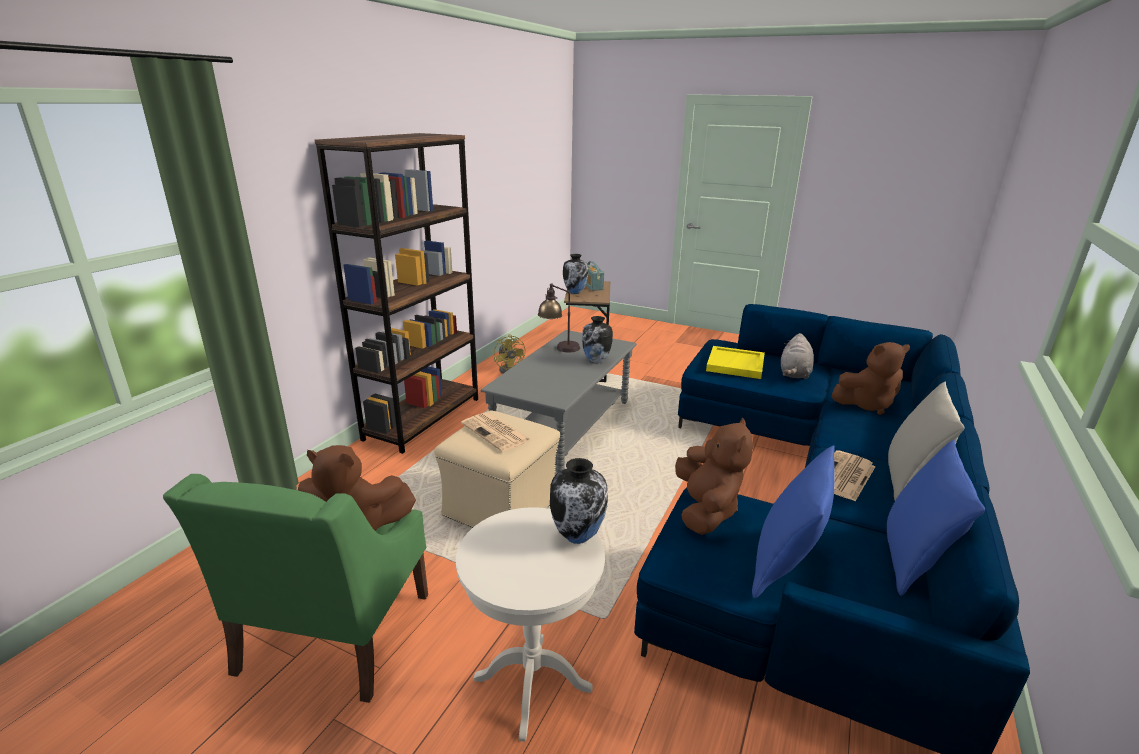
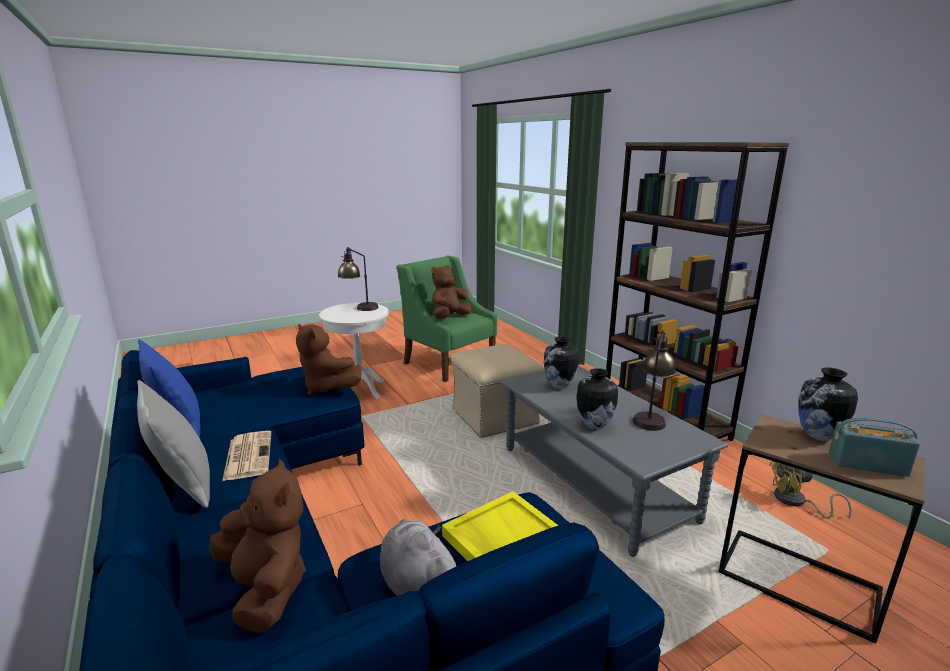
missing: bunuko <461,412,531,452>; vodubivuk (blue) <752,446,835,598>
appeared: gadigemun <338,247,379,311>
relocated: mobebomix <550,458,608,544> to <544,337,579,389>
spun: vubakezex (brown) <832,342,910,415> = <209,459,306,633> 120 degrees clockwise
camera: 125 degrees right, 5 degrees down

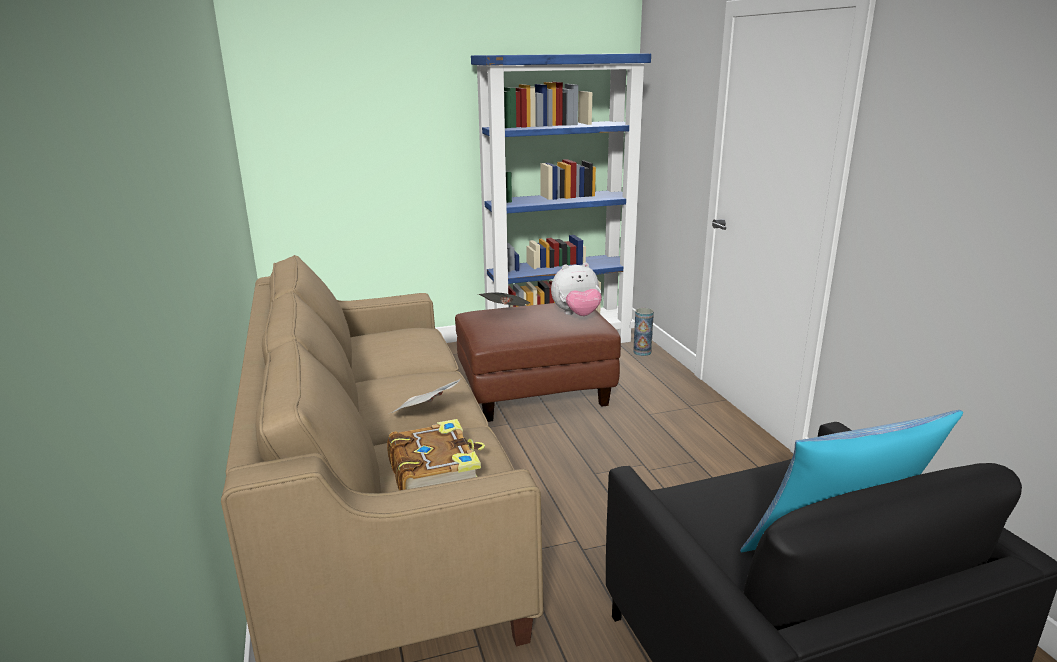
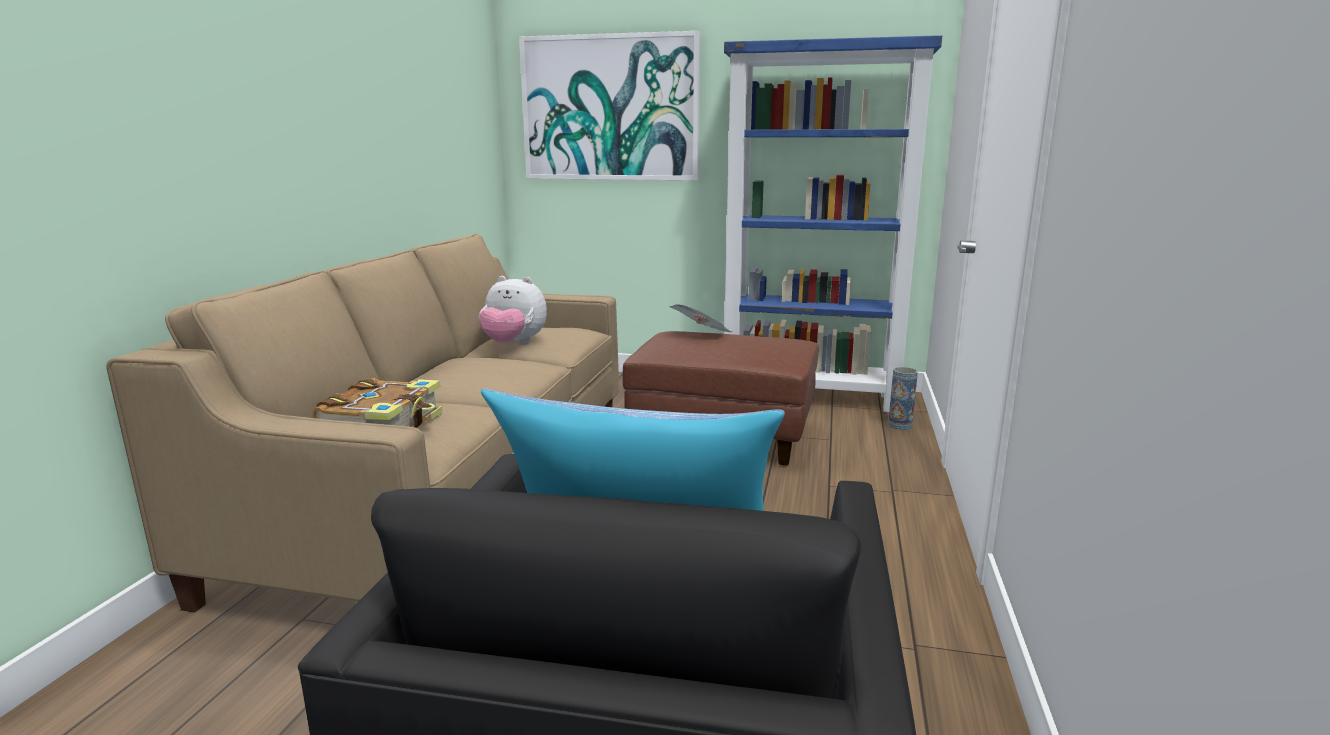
missing: bunuko <388,378,462,414>
appeared: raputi <519,31,700,180>
relocated: vubakezex <551,262,602,316> to <478,276,547,344>
camera: 30 degrees right, 5 degrees down

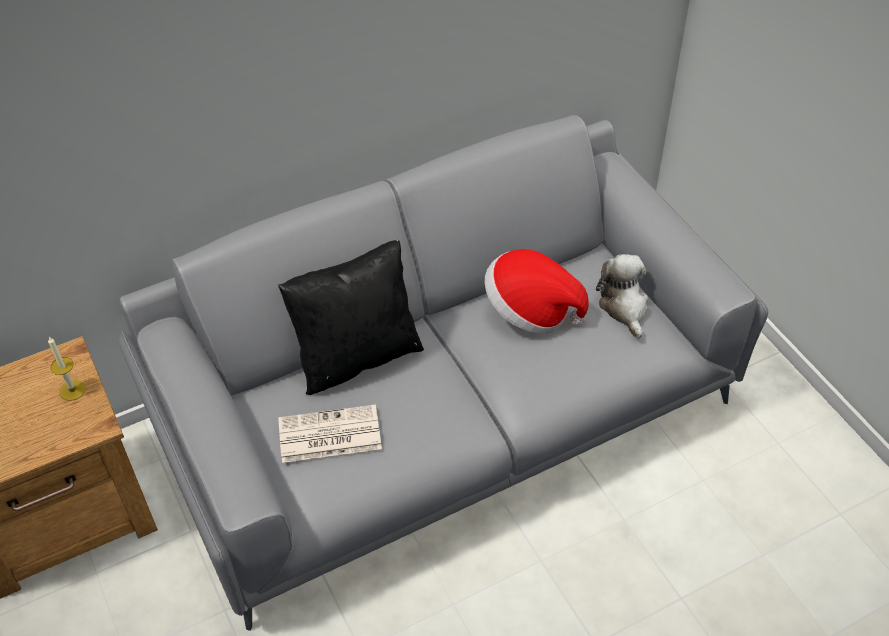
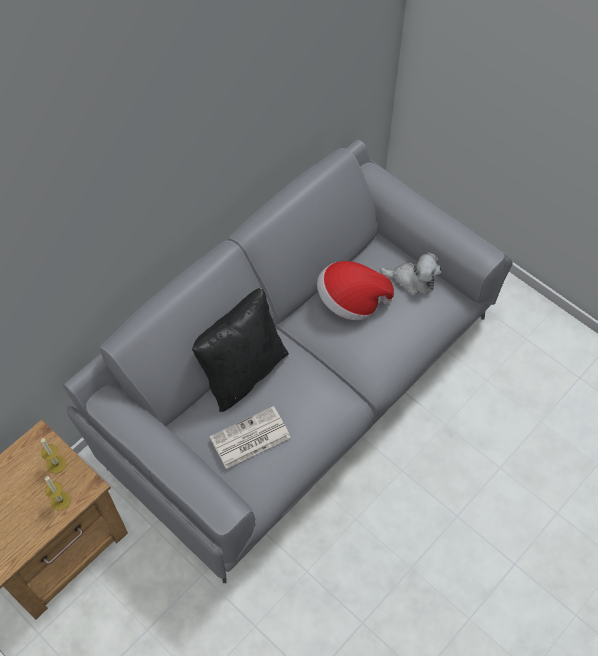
appeared: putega <45,476,71,511>
spun: vubakezex <596,254,648,339> = <380,252,441,296> 135 degrees clockwise
camera: 20 degrees left, 10 degrees up

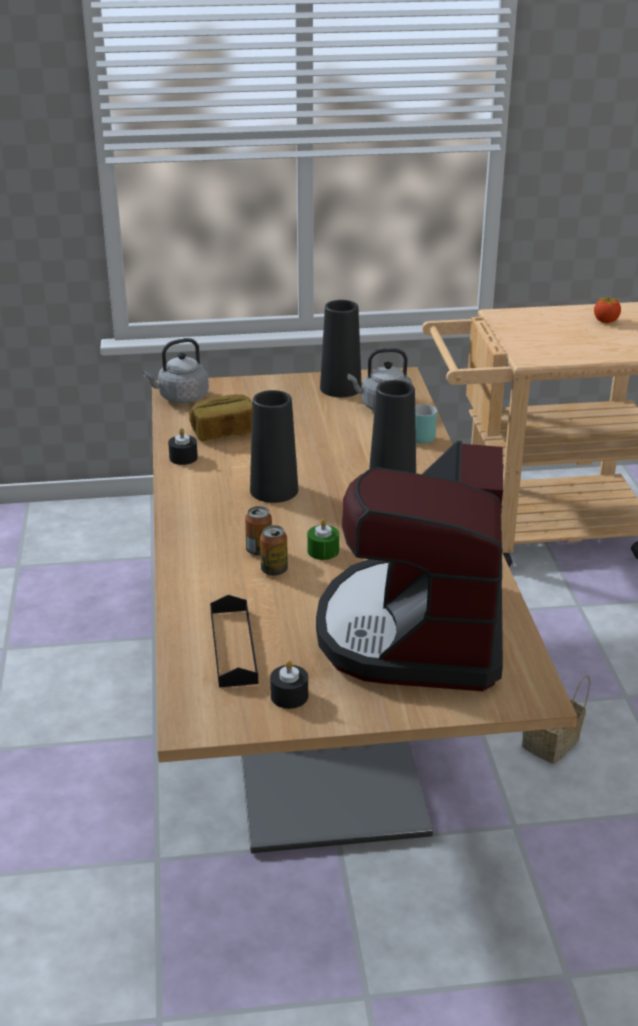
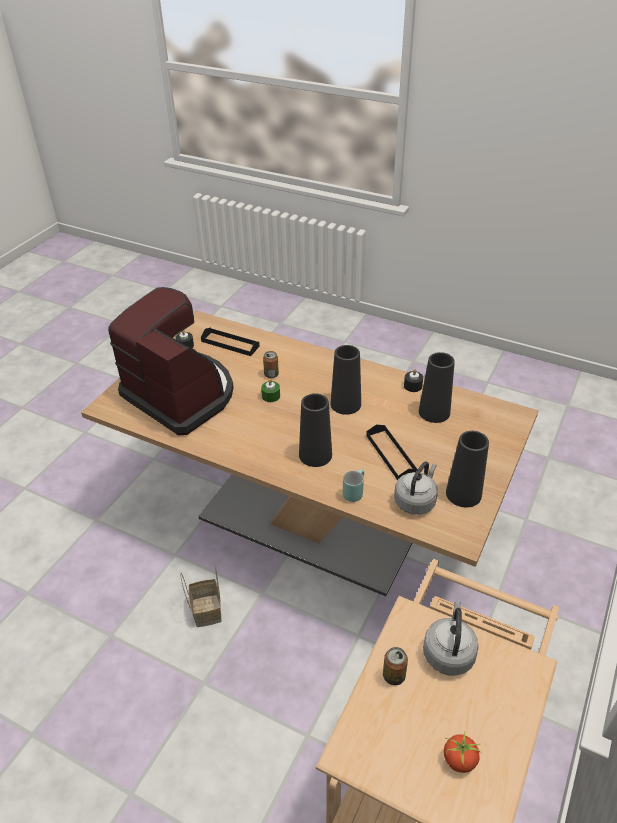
appeared: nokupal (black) <366,425,418,480>
relocated: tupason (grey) <143,338,209,403> to <423,601,479,676>; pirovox <245,506,272,556> to <383,647,408,685>
exchanged: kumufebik <189,395,253,441> to mobebomix (black) <419,352,455,423>
camera: 125 degrees right, 10 degrees up

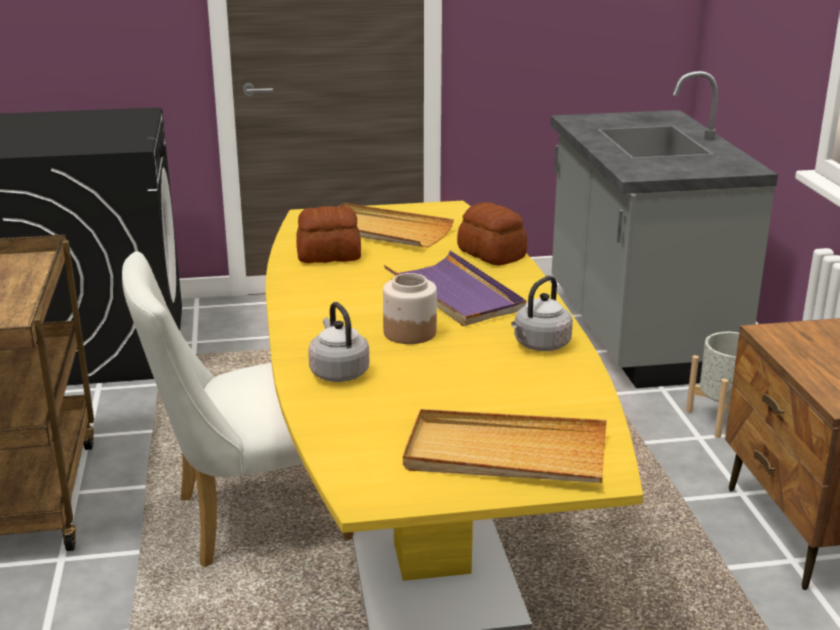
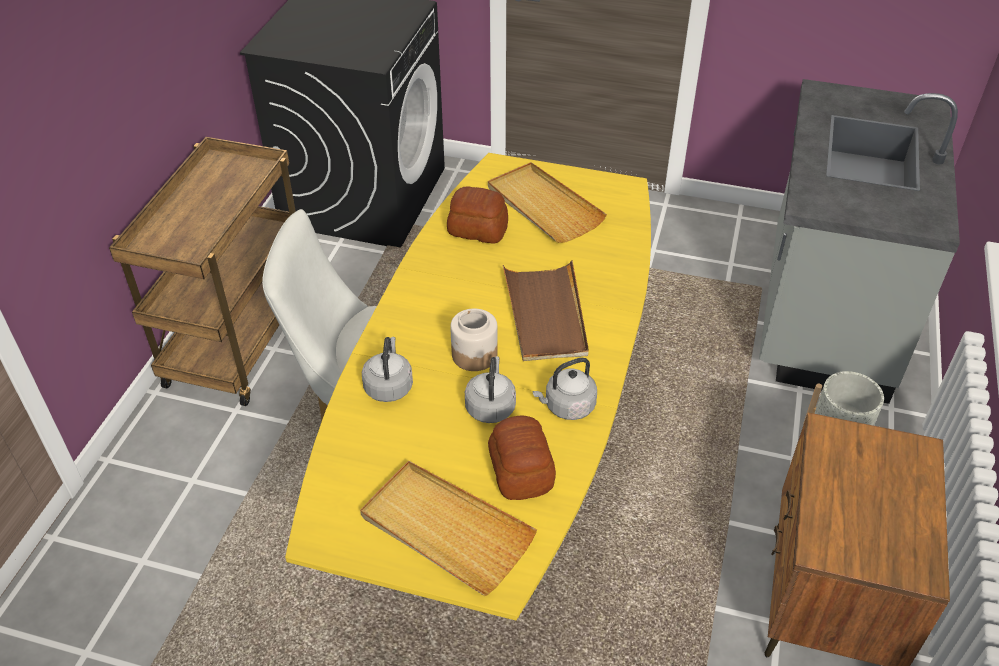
appeared: tupason (grey) <465,356,516,423>
relocated: kumufebik <457,202,527,265> to <488,416,556,500>
colour: nokupal (purple) <384,250,527,326> to nokupal (brown) <503,260,589,361>
camera: 25 degrees right, 20 degrees up

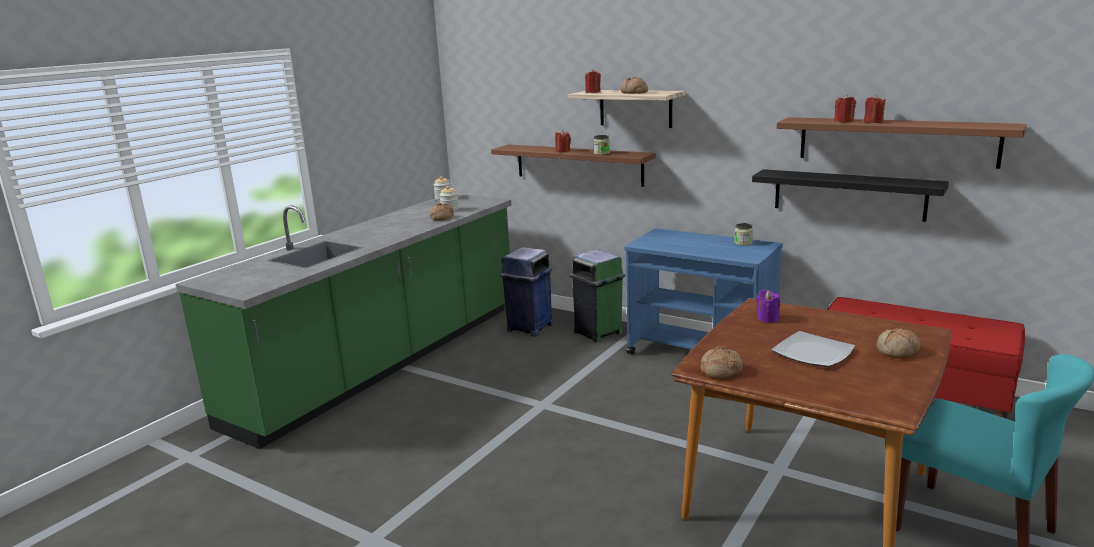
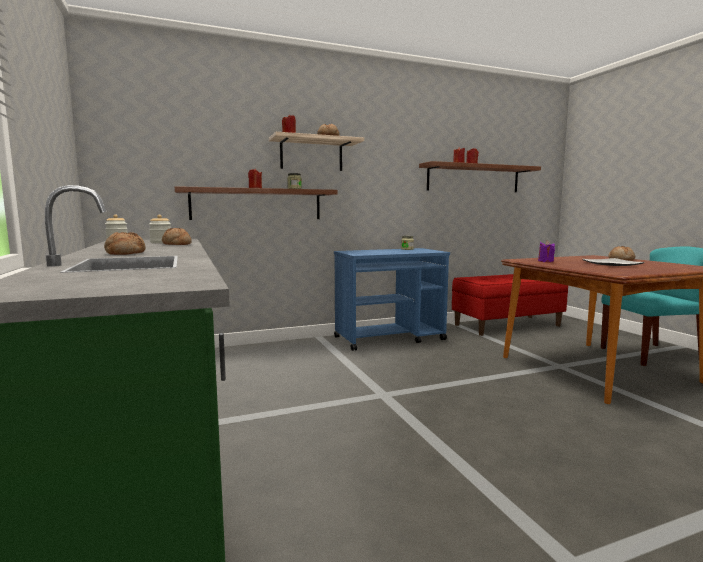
missing: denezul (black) <752,169,949,222>; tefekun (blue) <500,247,553,337>; tefekun (green) <570,249,625,342>
relocated: kumufebik <701,346,743,378> to <104,232,146,255>
camera: 55 degrees left, 10 degrees down

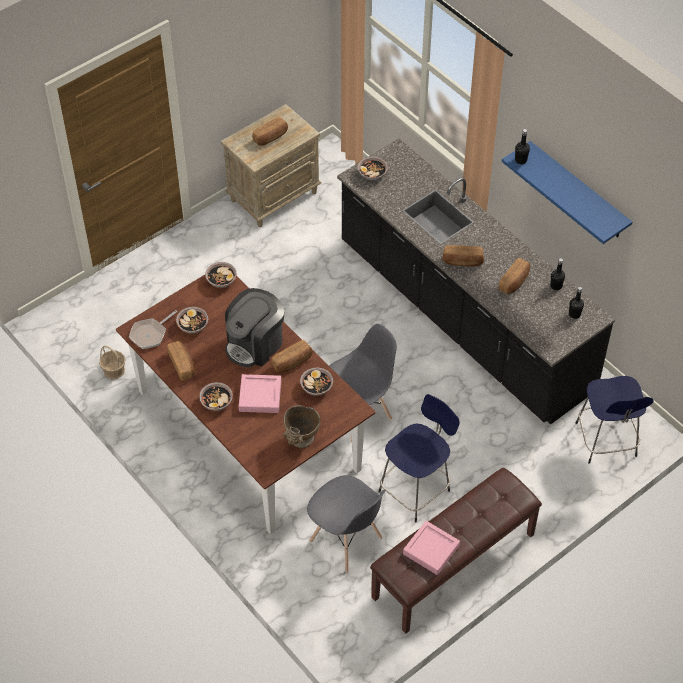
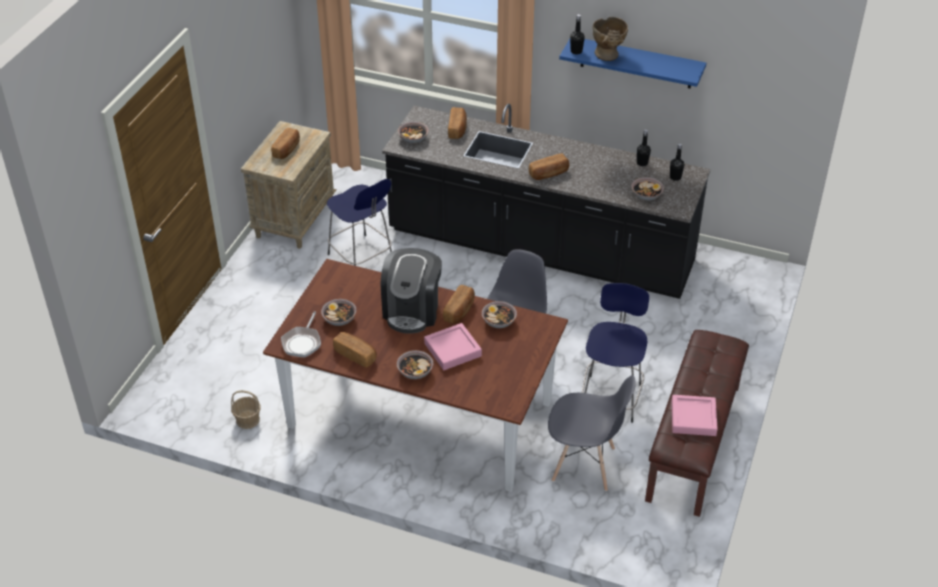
relocated: kumufebik <499,258,530,294> to <448,107,467,139>; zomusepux <205,262,237,288> to <632,177,664,201>; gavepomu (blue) <576,376,654,464> to <327,179,392,266>; mobebomix (beige) <282,405,321,448> to <593,17,628,61>
camera: 30 degrees left, 10 degrees down

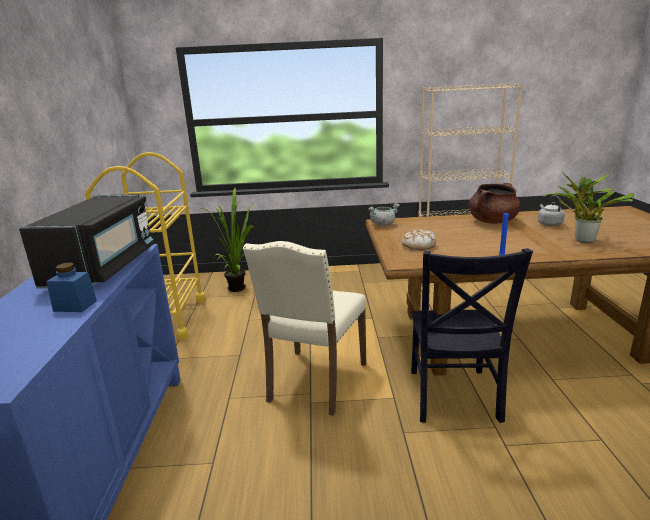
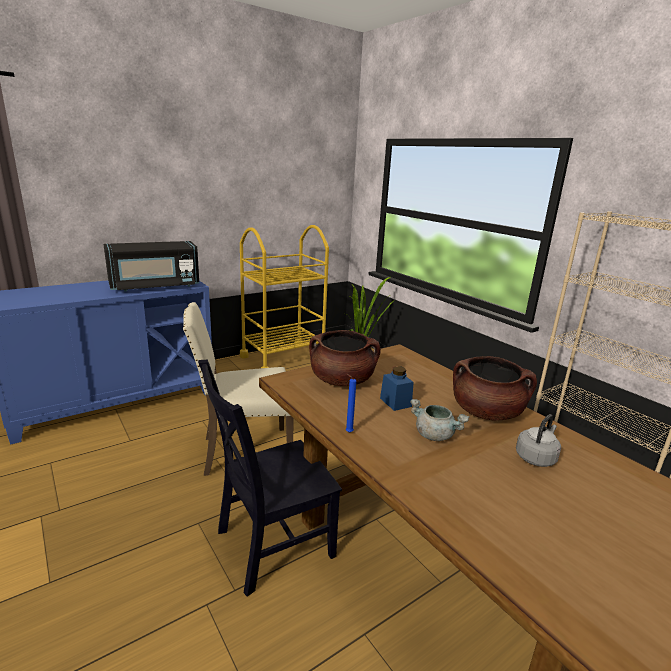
missing: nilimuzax <543,171,634,243>
relocated: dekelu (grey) <368,203,399,226> to <410,399,469,441>; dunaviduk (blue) <46,262,97,312> to <380,366,414,411>
exchanged: kumufebik <402,229,436,250> to dekelu (brown) <309,330,381,386>
camera: 55 degrees right, 0 degrees up

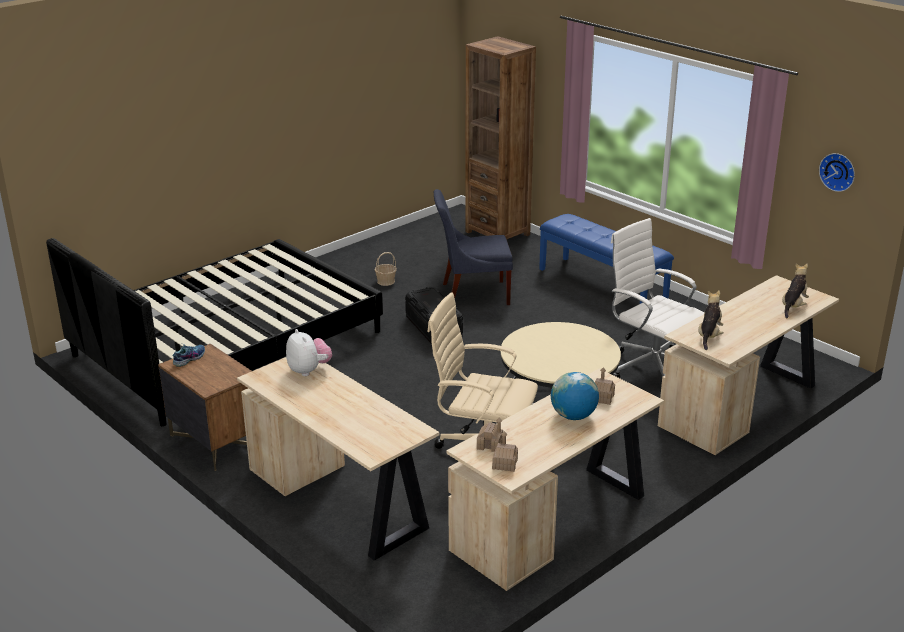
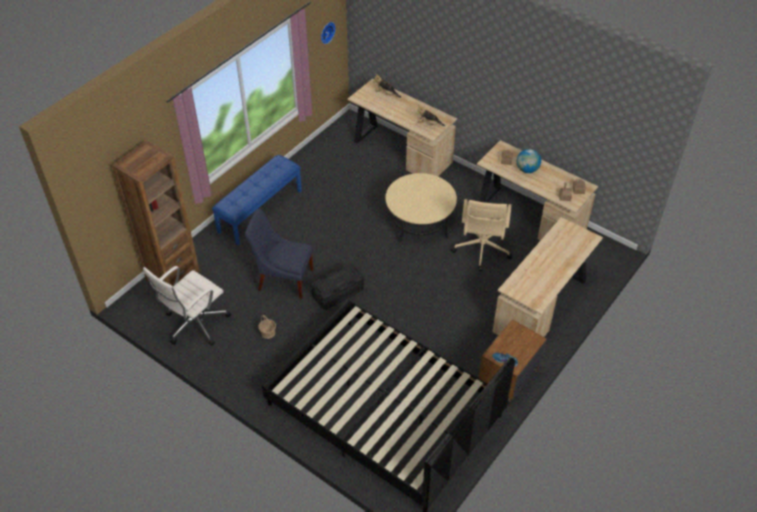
missing: vubakezex <286,329,332,376>
relocated: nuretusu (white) <611,218,704,378> to <143,266,231,345>
spun: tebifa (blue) <434,189,513,305> = <245,208,314,299> 120 degrees clockwise
camera: 100 degrees left, 20 degrees up

